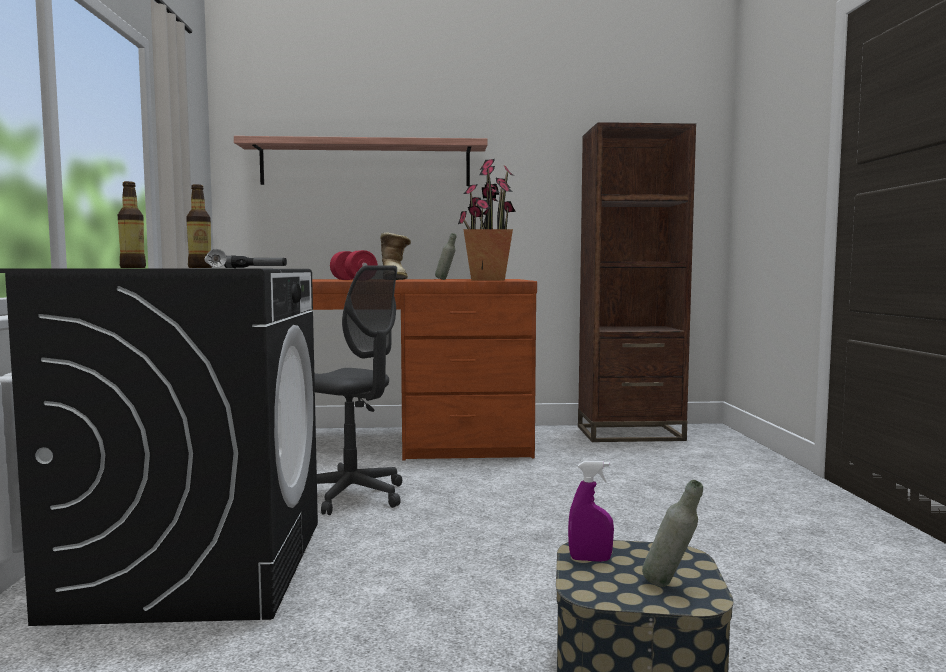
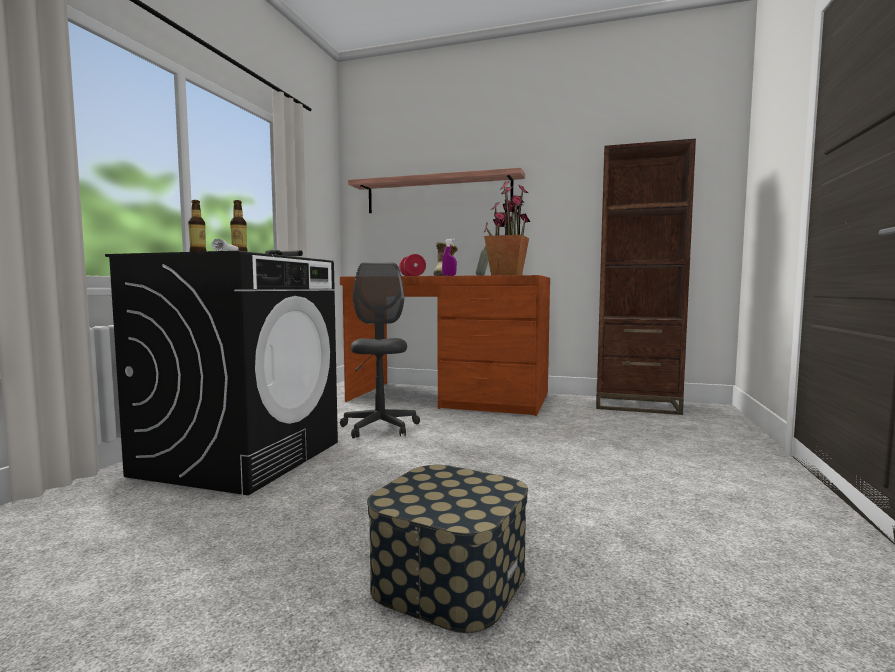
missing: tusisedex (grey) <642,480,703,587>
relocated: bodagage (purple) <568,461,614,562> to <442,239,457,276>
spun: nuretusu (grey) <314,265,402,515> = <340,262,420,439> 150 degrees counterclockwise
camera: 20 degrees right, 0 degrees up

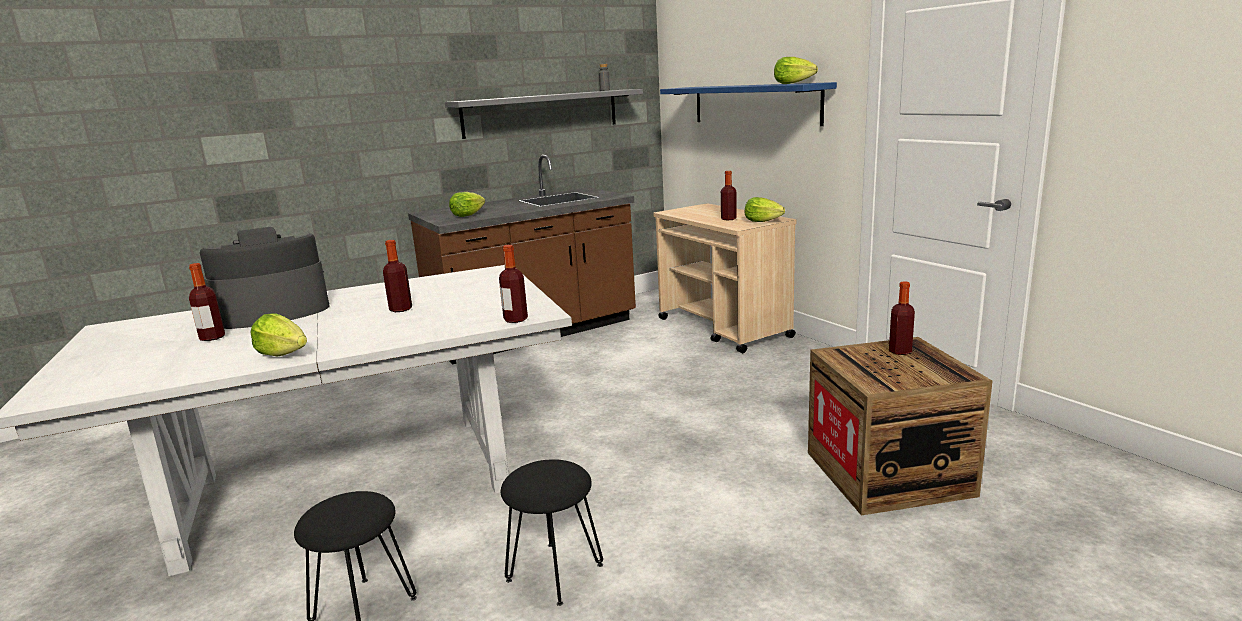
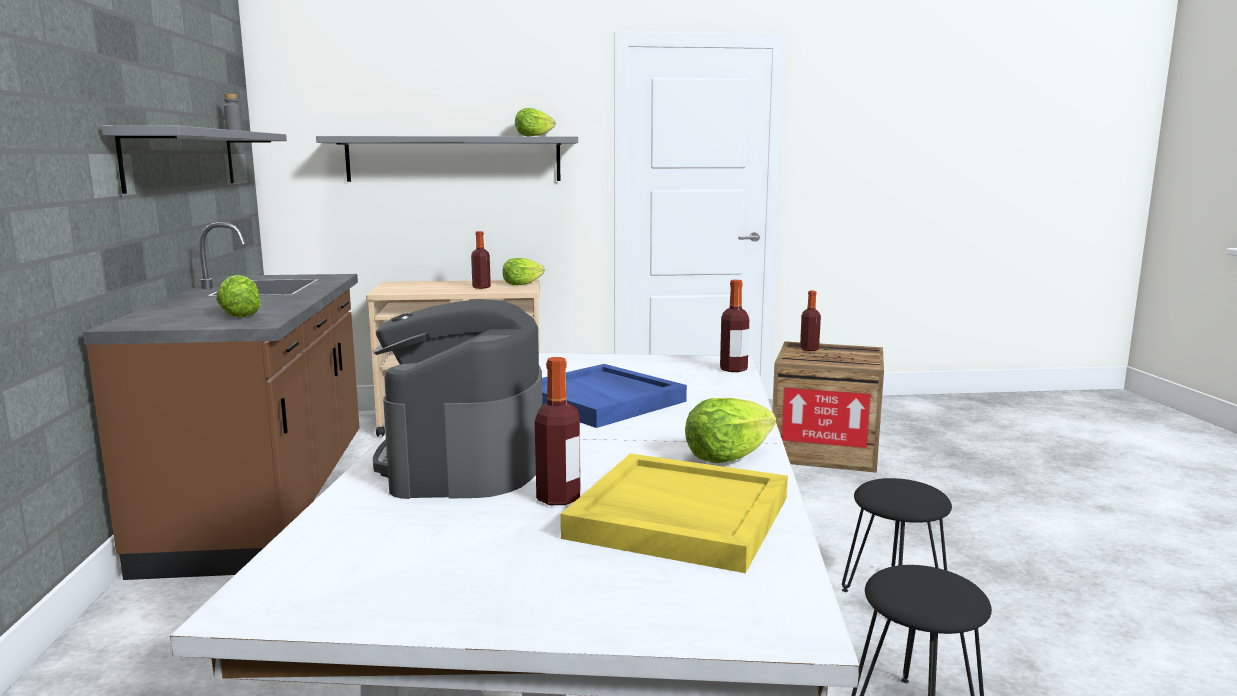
appeared: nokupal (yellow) <560,453,788,573>
exchanged: tusisedex <383,240,412,312> to nokupal (blue) <542,364,687,428>
colour: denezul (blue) <660,82,837,126> to denezul (grey) <316,136,578,182>
camera: 65 degrees left, 5 degrees down

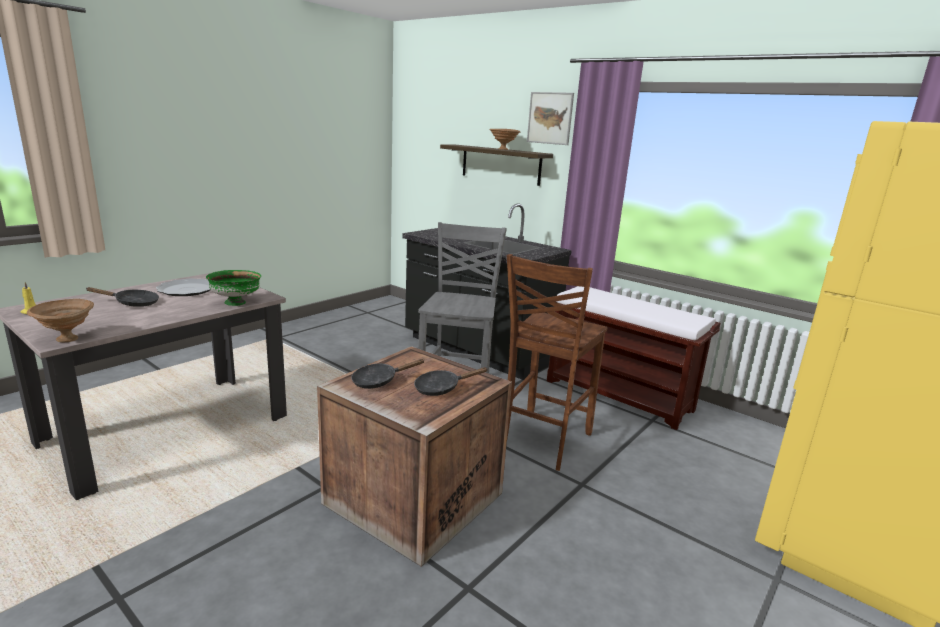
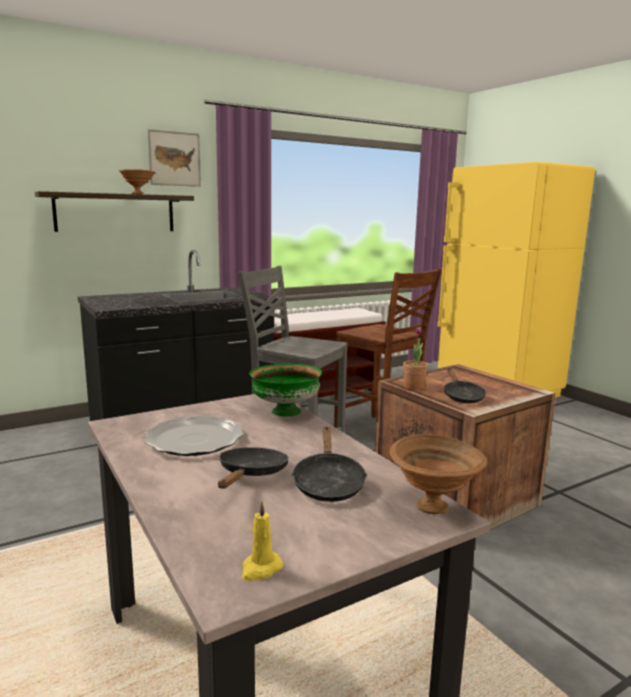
appeared: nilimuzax <403,327,428,390>
relocated: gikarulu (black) <414,367,487,396> to <291,426,367,502>
camera: 70 degrees left, 5 degrees down

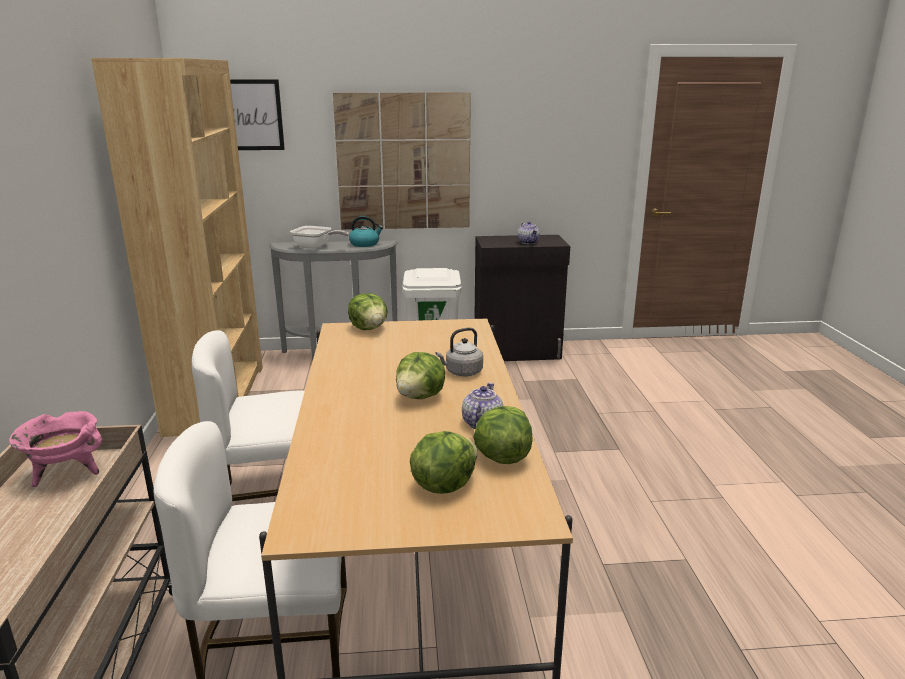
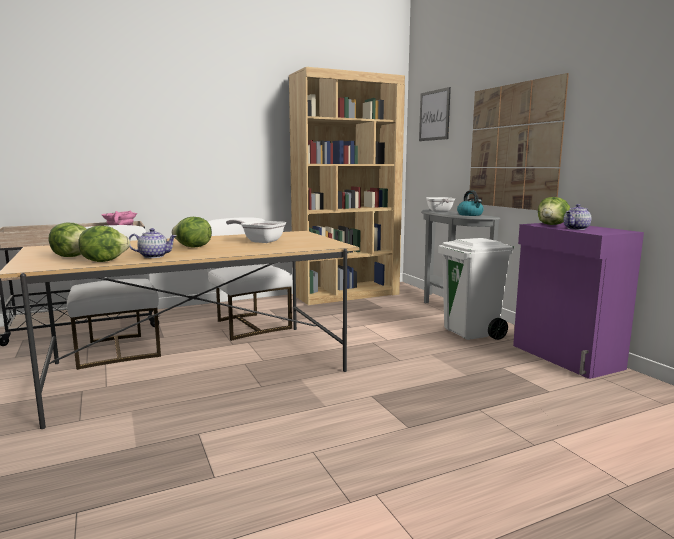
missing: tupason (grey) <435,328,483,376>
appeared: gikarulu <226,219,286,243>
relocated: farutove <348,293,388,330> to <538,197,570,225>
colour: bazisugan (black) <474,235,570,361> to bazisugan (purple) <513,223,644,379>
camera: 70 degrees right, 10 degrees down

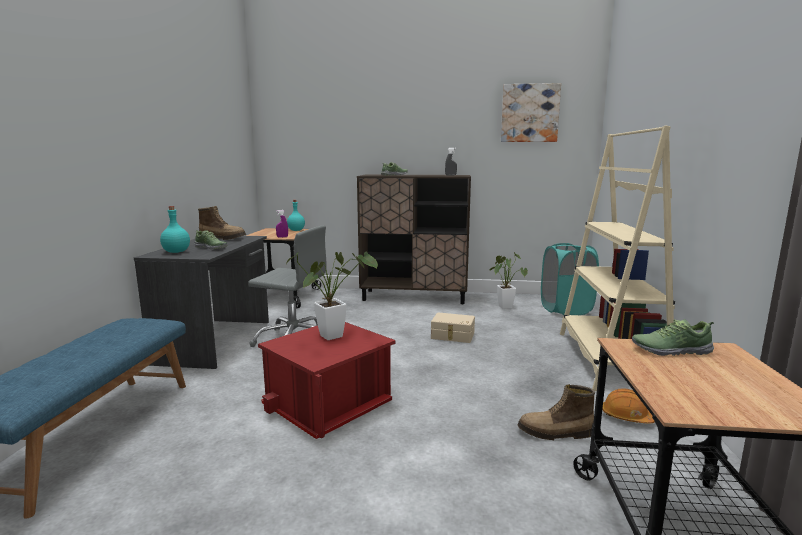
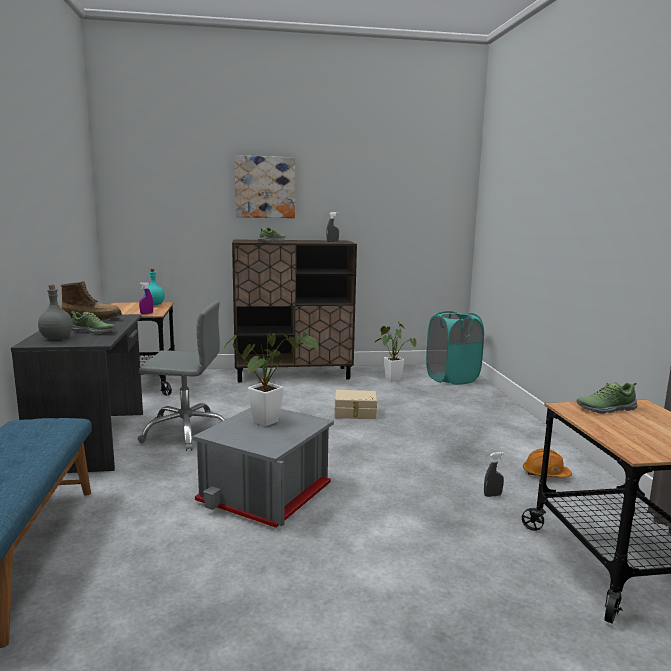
missing: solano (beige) <560,125,675,391>
relocated: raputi <501,83,561,142> to <235,155,295,218>
exchanged: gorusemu <518,384,595,440> to bodagage (grey) <484,452,504,497>
colour: tusisedex (turquoise) <160,206,190,253> to tusisedex (grey) <38,285,73,340>; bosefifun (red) <258,322,396,439> to bosefifun (grey) <192,408,334,528>
camera: 15 degrees left, 0 degrees up

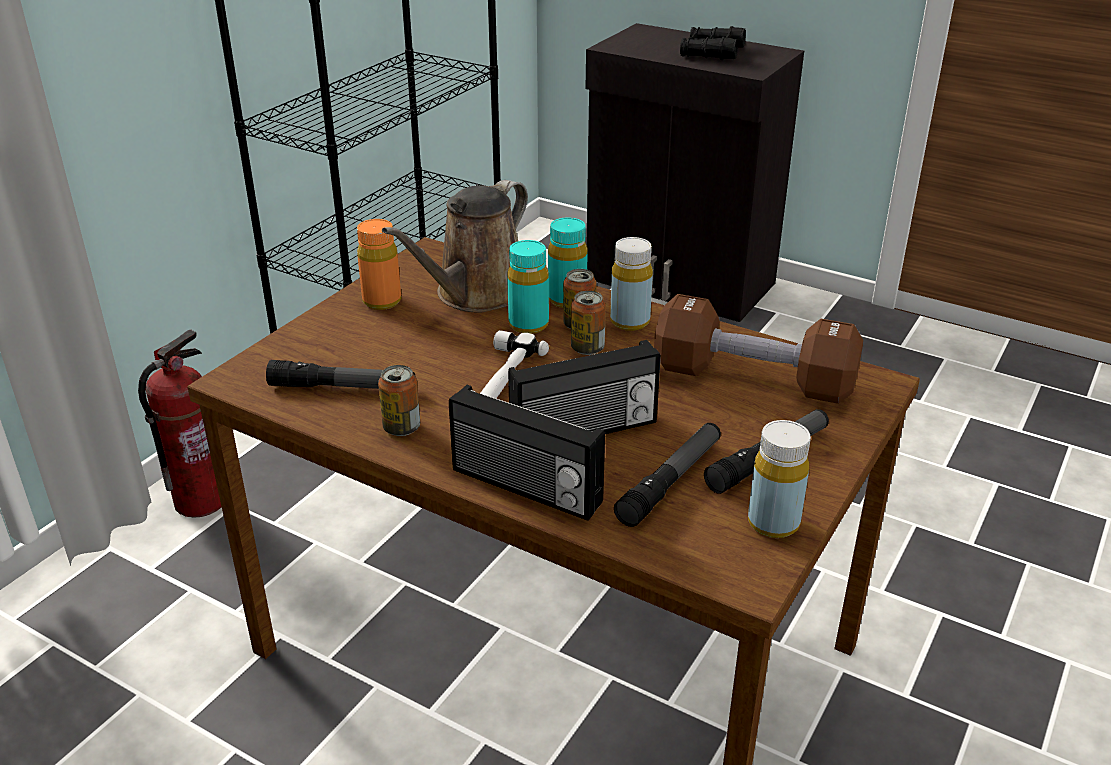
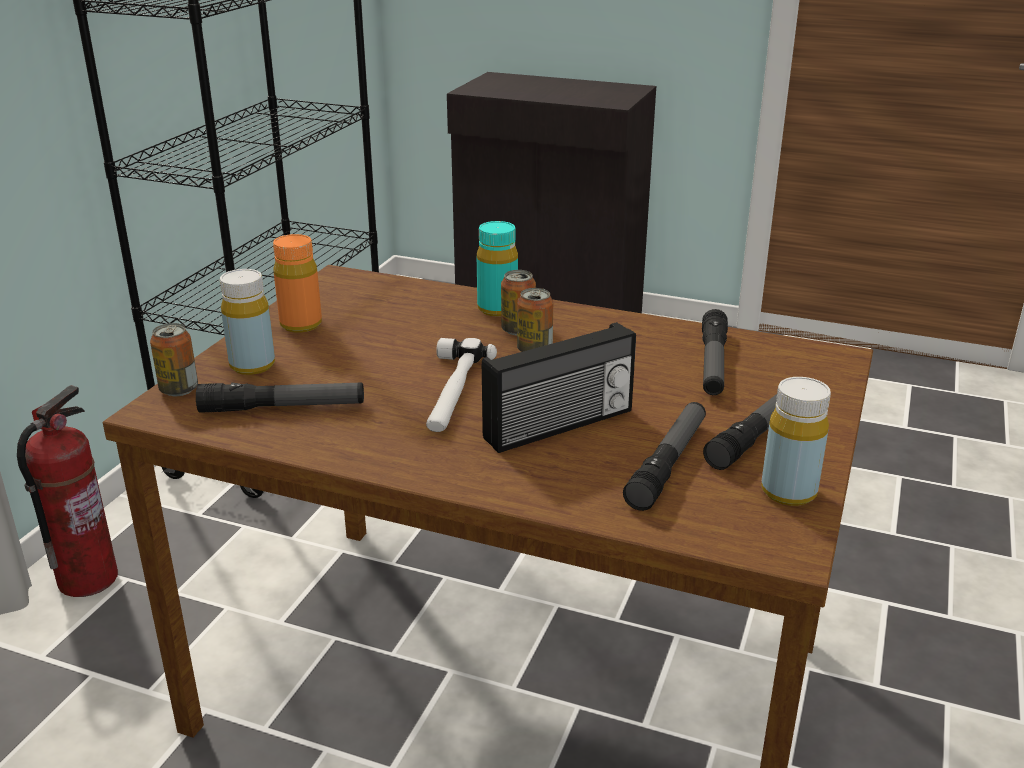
missing: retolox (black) <680,26,746,60>; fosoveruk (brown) <382,180,528,313>; tusisedex (turquoise) <507,240,549,334>; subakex <449,385,605,521>
relocated: tusisedex (yellow) <610,237,653,331> to <220,269,275,375>; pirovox <378,365,420,436> to <150,323,198,396>
exchanged: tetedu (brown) <654,294,863,404> to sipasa <702,309,728,395>
camera: 10 degrees left, 5 degrees down

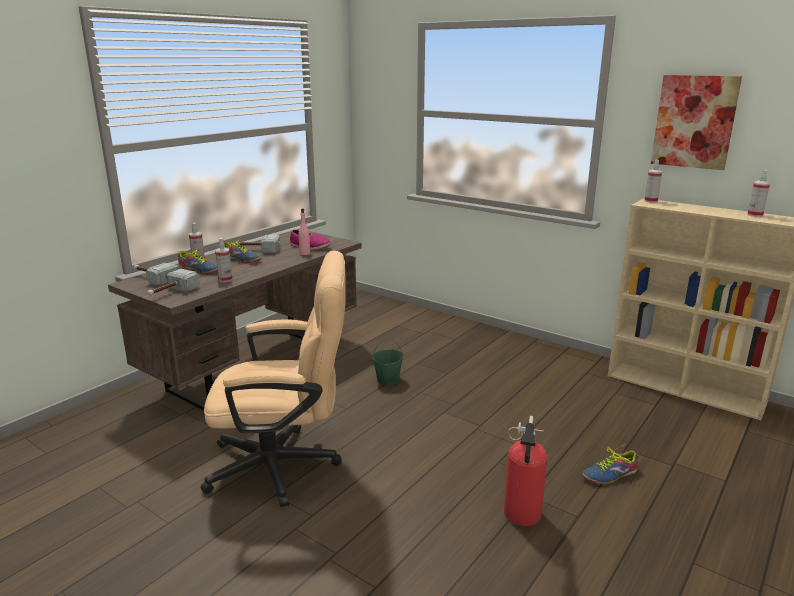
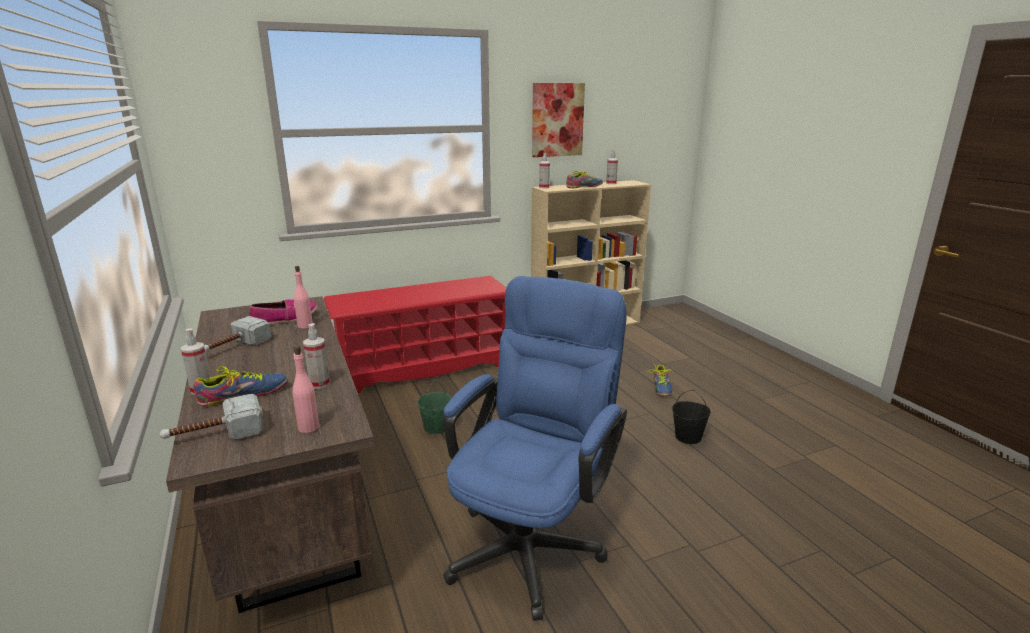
appeared: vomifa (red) <323,276,506,393>
relocated: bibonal <224,240,261,263> to <566,171,603,189>
exchanged: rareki <147,269,200,296> to tusisedex (pink) <292,346,319,433>; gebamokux <504,416,547,526> to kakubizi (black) <672,390,711,444>
colour: nuretusu (beige) <201,251,346,507> to nuretusu (blue) <443,276,627,621>
camera: 60 degrees left, 0 degrees up

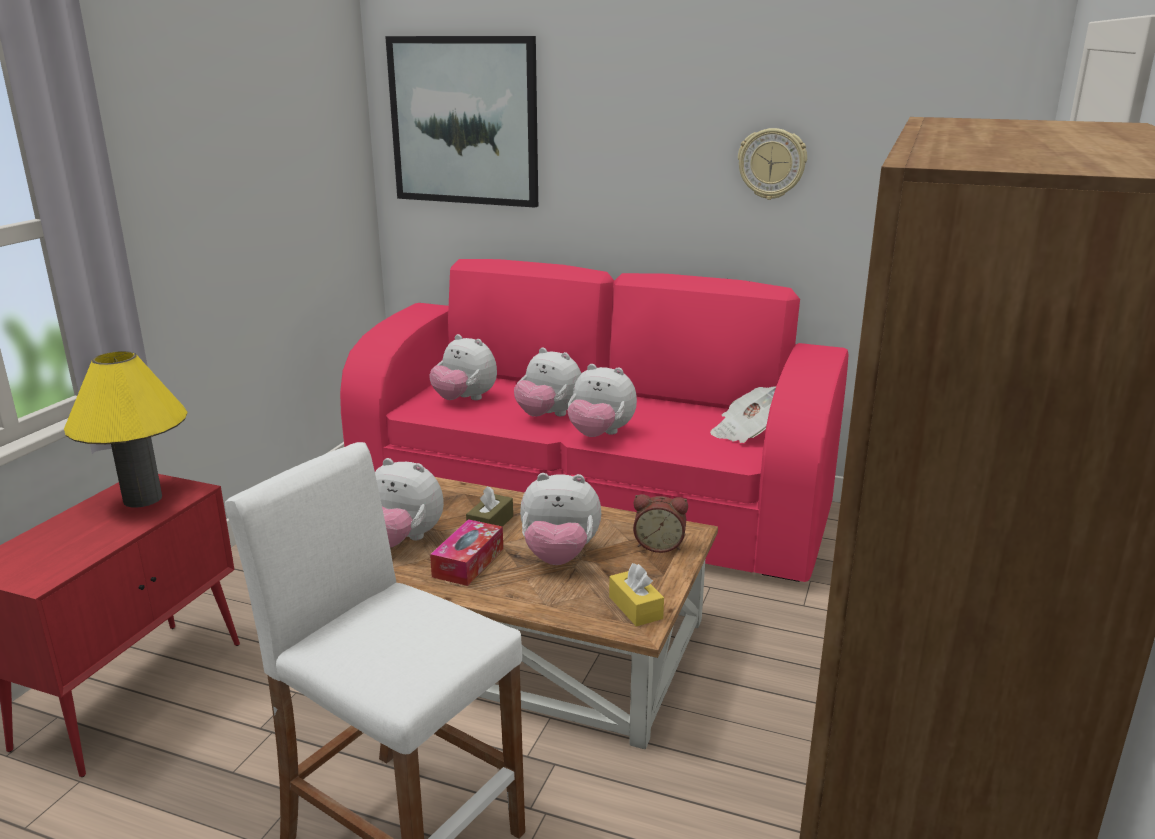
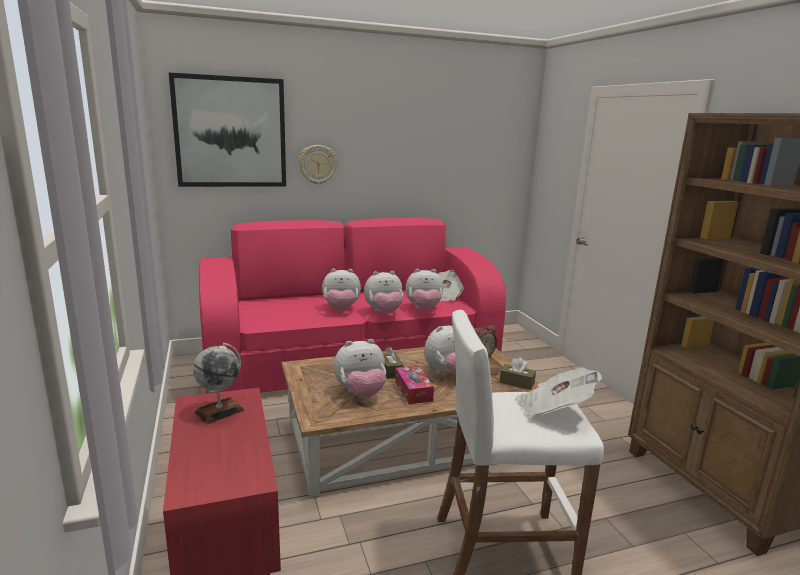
appeared: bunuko <515,367,602,417>
relocated: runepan <738,128,807,200> to <299,145,337,185>; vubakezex <429,334,497,400> to <405,269,443,310>
exchanged: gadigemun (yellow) <64,351,187,508> to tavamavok <193,343,245,424>
colour: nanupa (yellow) <609,563,664,627> to nanupa (brown) <500,358,536,390>
camera: 40 degrees left, 5 degrees down

